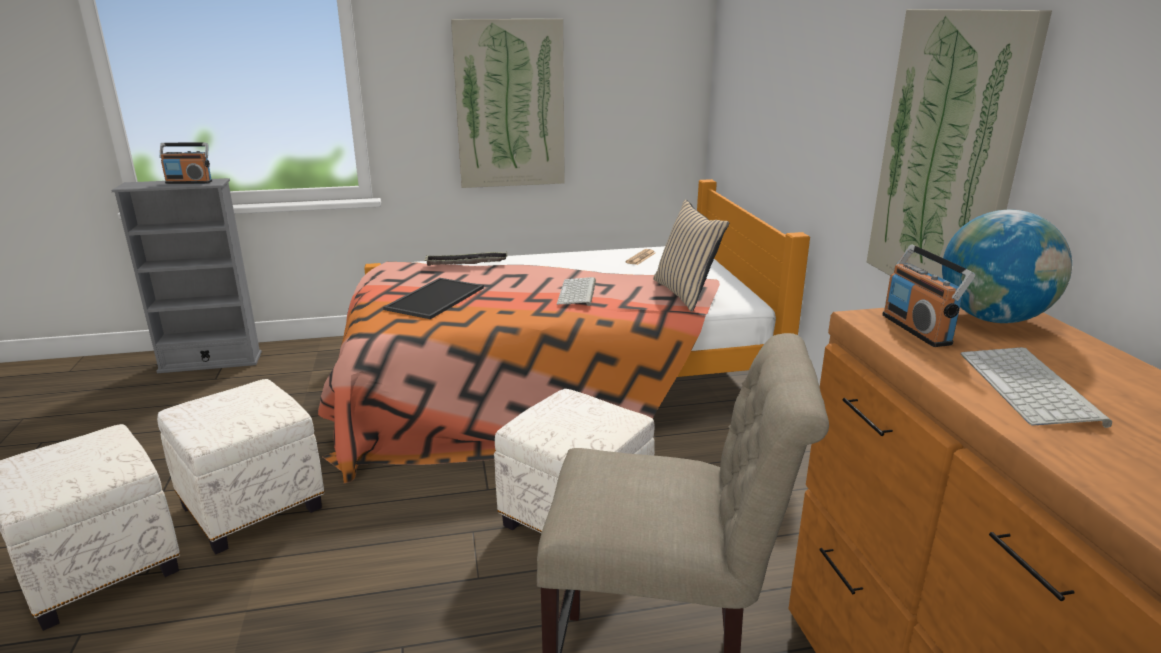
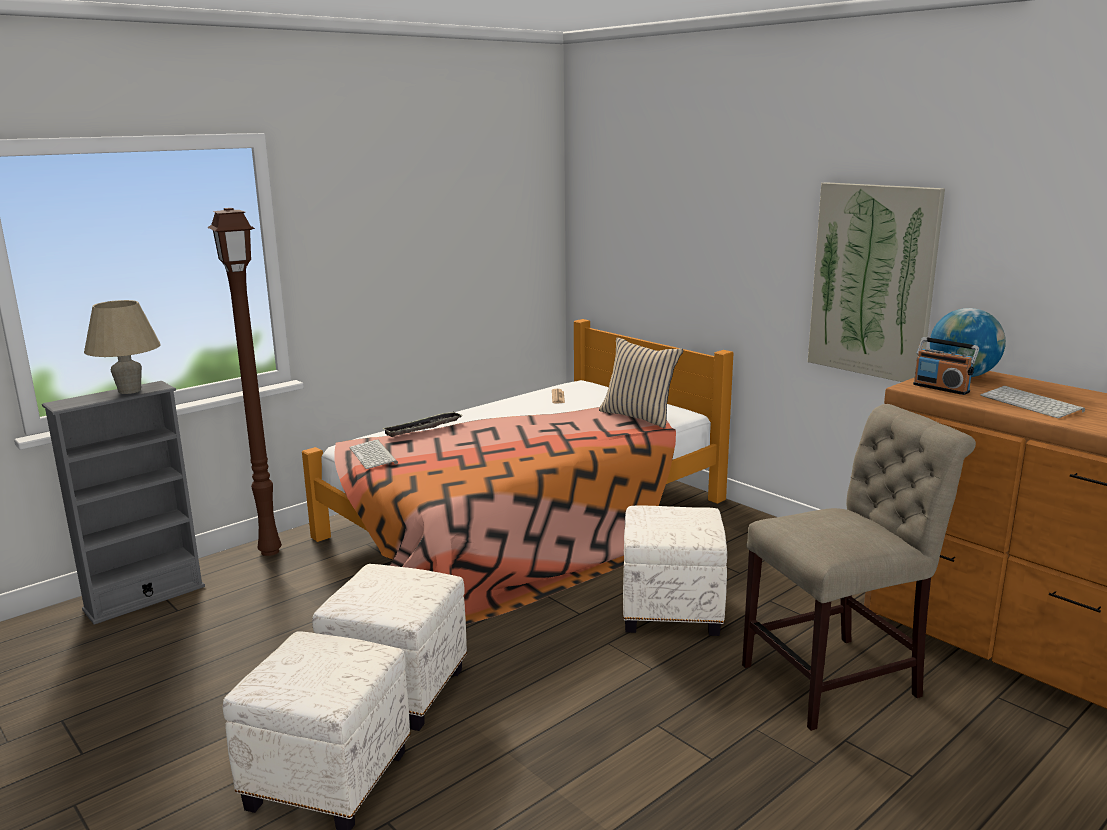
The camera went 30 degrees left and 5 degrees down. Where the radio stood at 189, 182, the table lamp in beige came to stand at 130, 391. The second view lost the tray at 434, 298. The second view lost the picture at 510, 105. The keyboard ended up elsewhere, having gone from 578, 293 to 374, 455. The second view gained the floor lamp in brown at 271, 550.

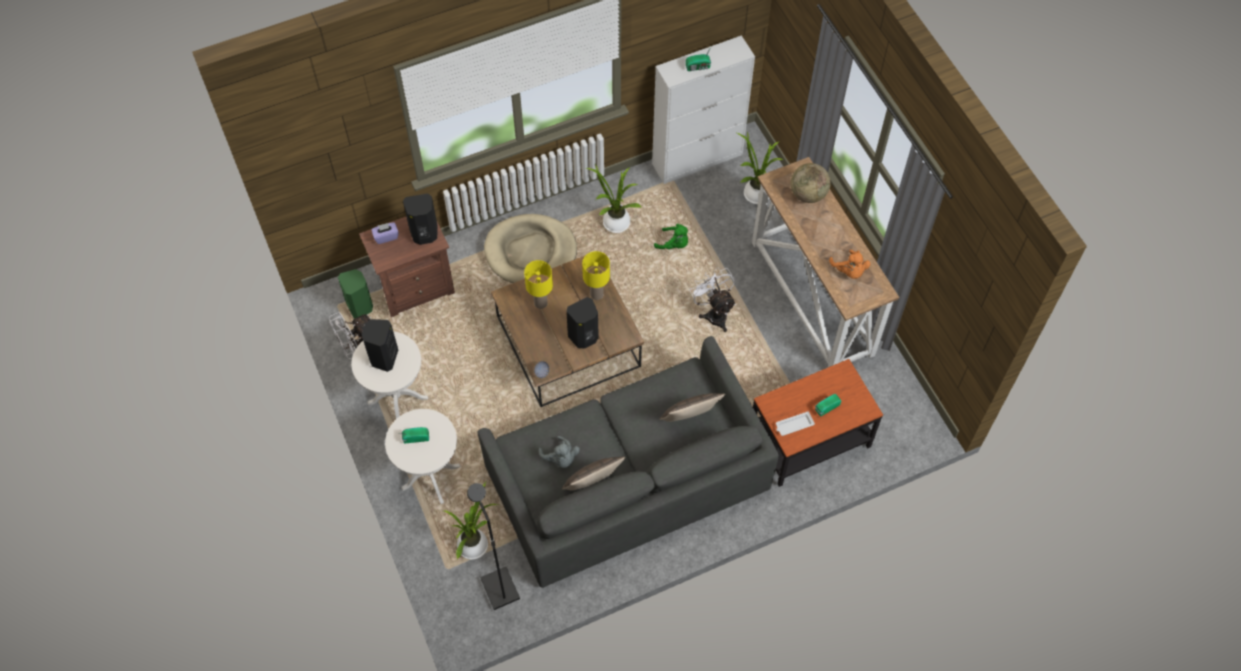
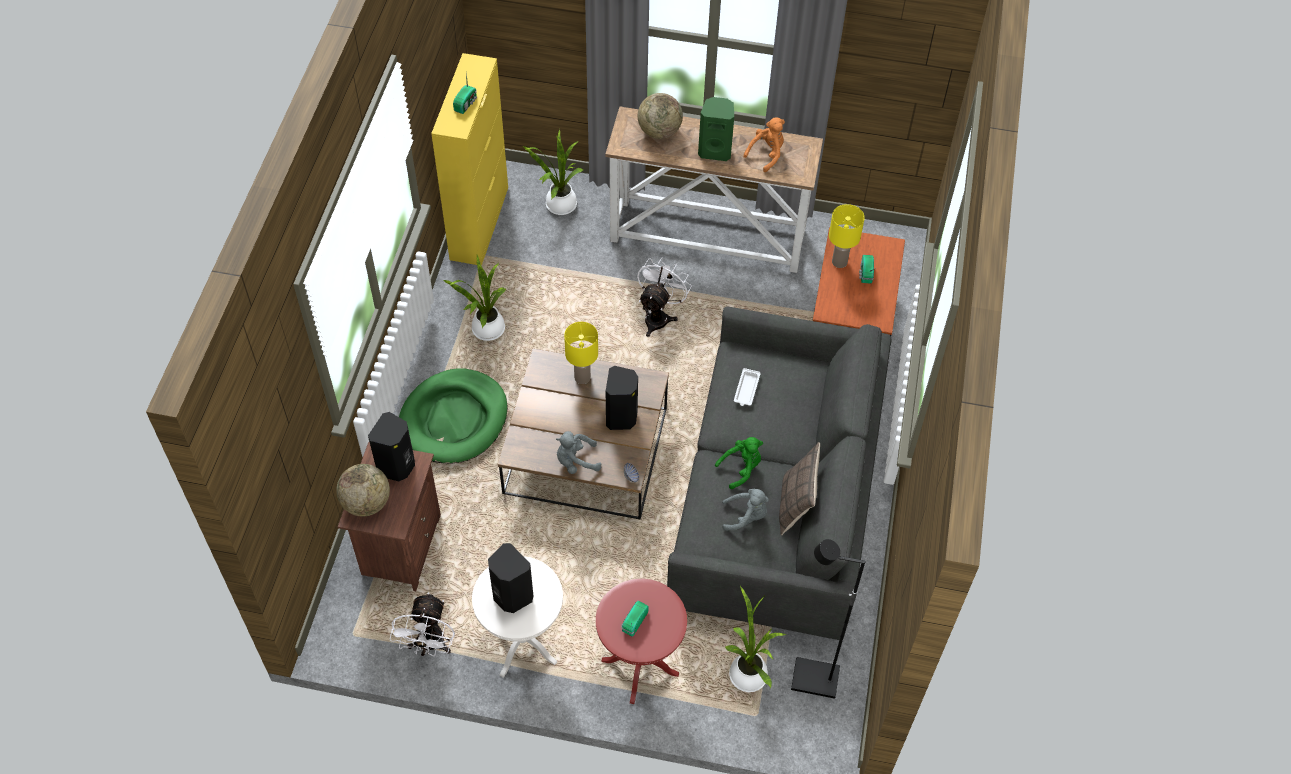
The camera went 55 degrees left and 5 degrees down. The speaker in green ended up elsewhere, having gone from 360, 306 to 715, 150. Where the tissue box in purple stood at 386, 236, the globe came to stand at 366, 503. What was the side table in white at 431, 477 turned into the side table in red at 640, 667. What was the dog bed in beige at 530, 252 turned into the dog bed in green at 454, 419. The table lamp in yellow ended up elsewhere, having gone from 540, 302 to 839, 262. What was the cabinet in white at 698, 159 turned into the cabinet in yellow at 479, 222. The plush toy in green ended up elsewhere, having gone from 674, 244 to 741, 468. The second view lost the pillow at 690, 418. The fan in white at 714, 313 ended up facing another way, 105 degrees clockwise from before. The tray in white ended up elsewhere, having gone from 793, 425 to 746, 389. The plush toy in orange at 849, 271 ended up facing another way, 60 degrees counterclockwise from before. The second view gained the plush toy in grey at 576, 461.

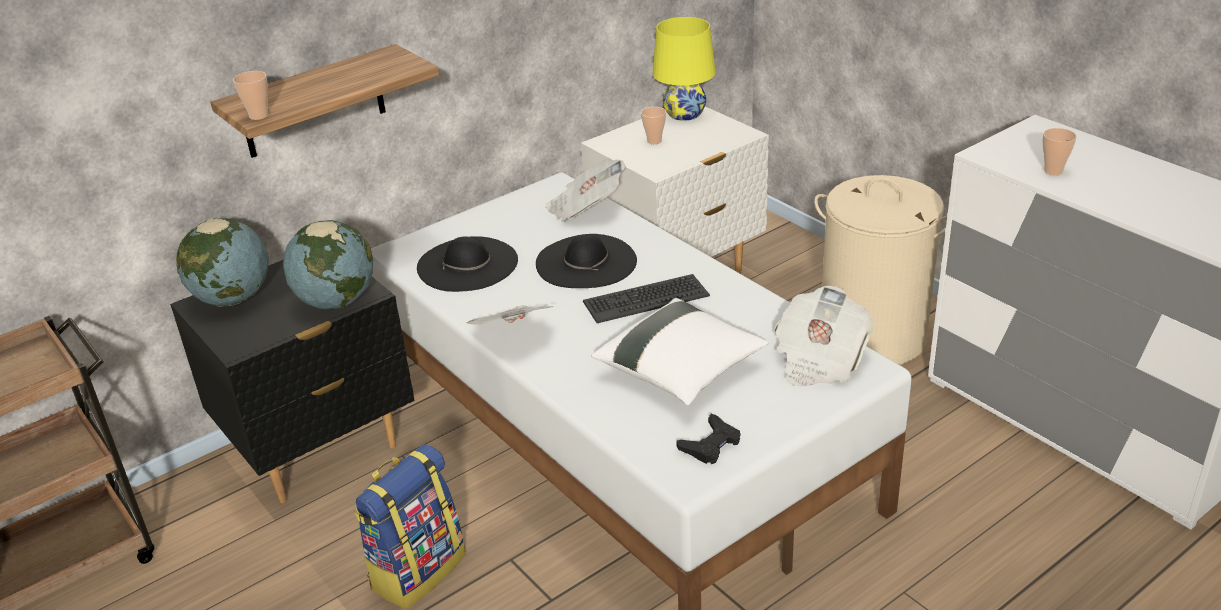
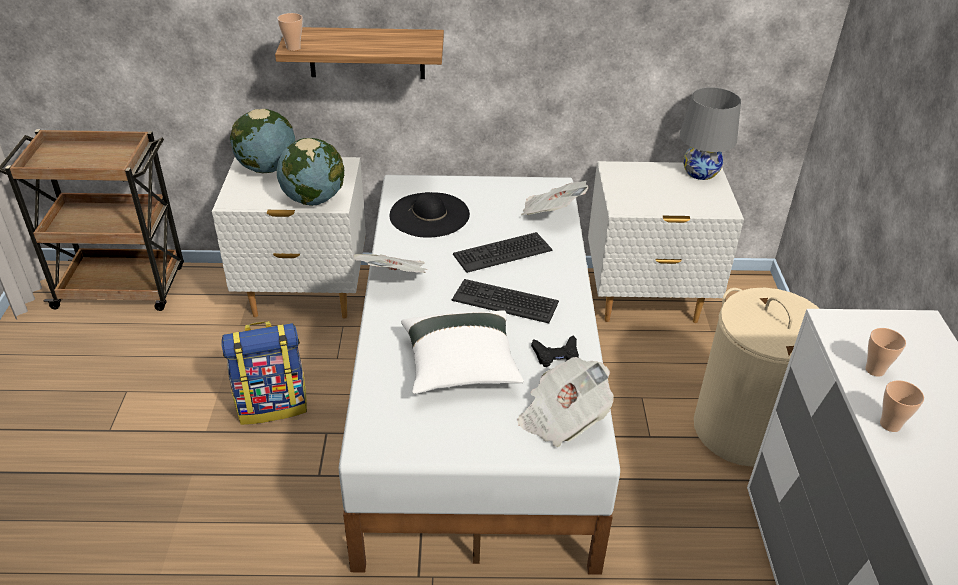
The camera went 35 degrees right and 5 degrees up. What was the nightstand in black at 320, 452 turned into the nightstand in white at 305, 297. Where the hat in black stood at 586, 262, the keyboard came to stand at 502, 252. The cup ended up elsewhere, having gone from 654, 141 to 890, 424. What was the table lamp in yellow at 684, 113 turned into the table lamp in grey at 700, 172. The game controller in black ended up elsewhere, having gone from 710, 445 to 556, 355.

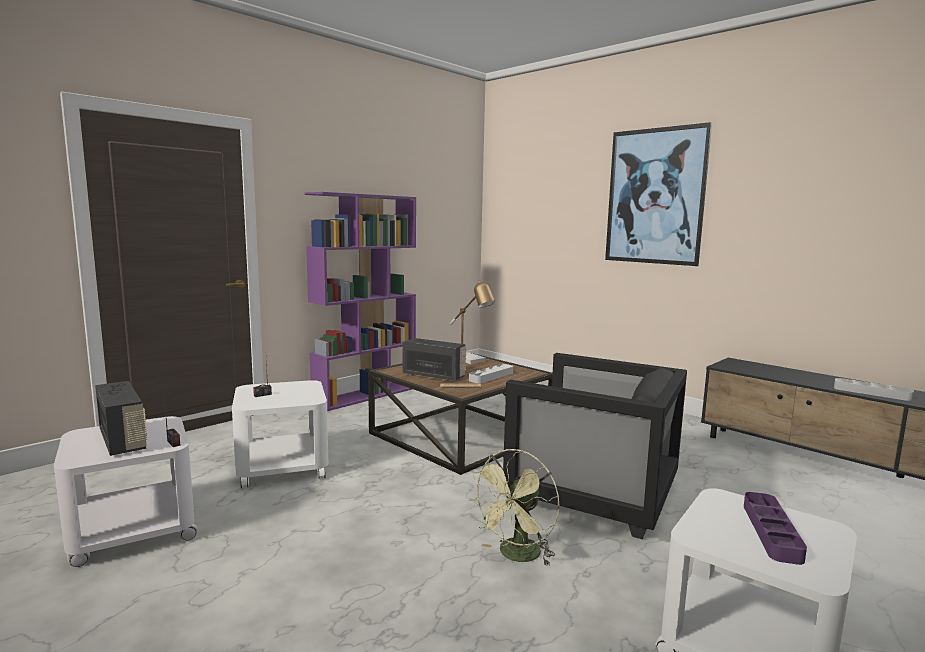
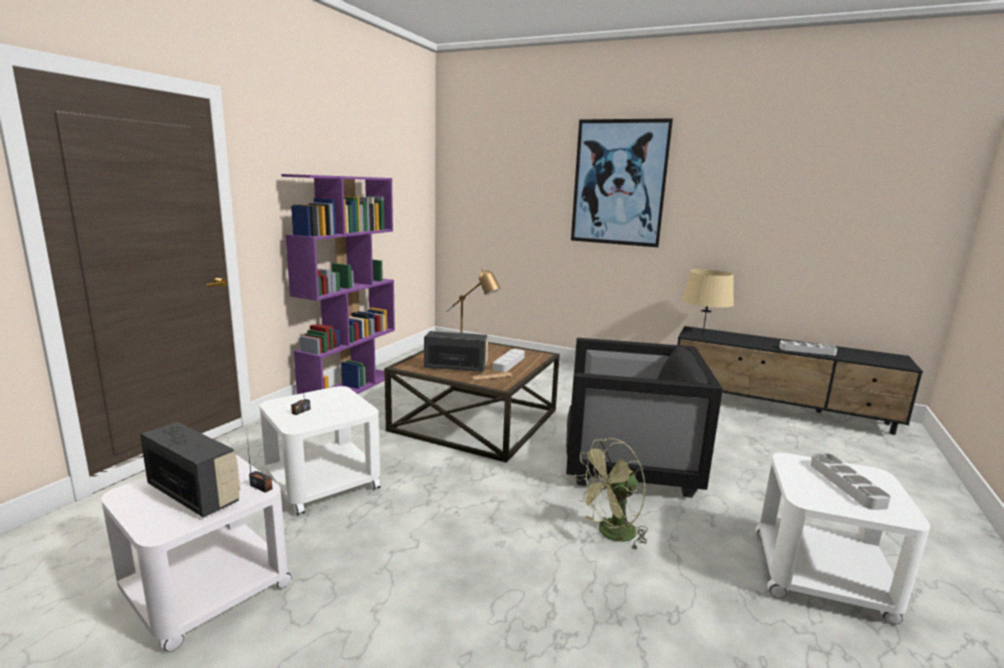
The camera went 20 degrees left and 5 degrees up. The fan in green at 516, 556 ended up facing another way, 45 degrees clockwise from before. What was the tray in purple at 771, 531 turned into the tray in grey at 846, 484. The second view gained the table lamp in beige at 703, 333.

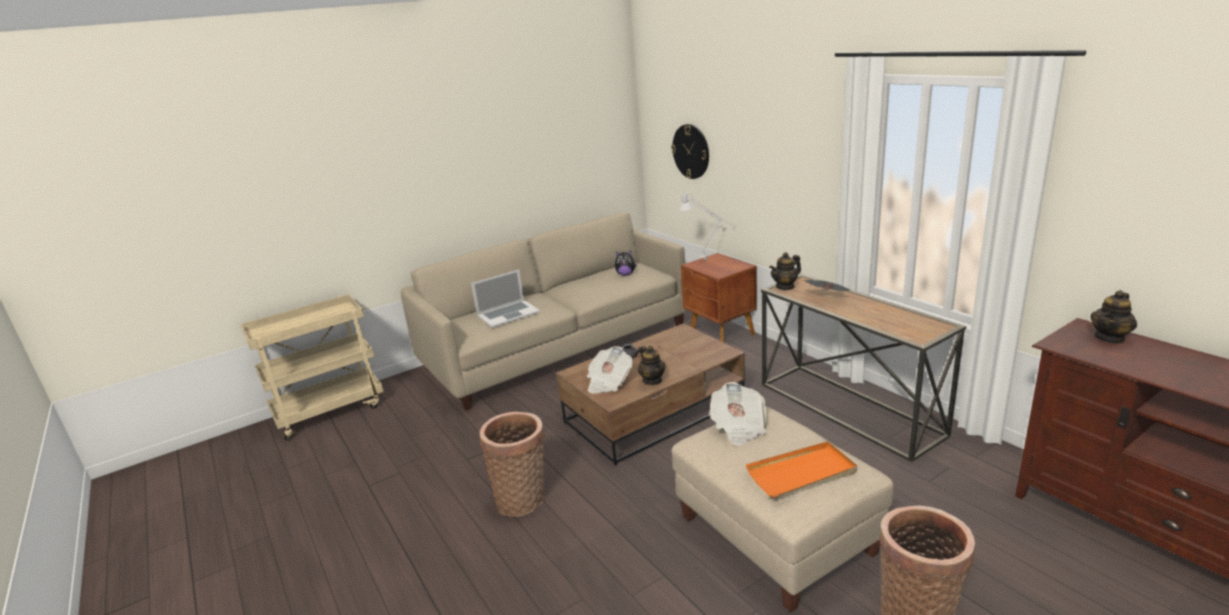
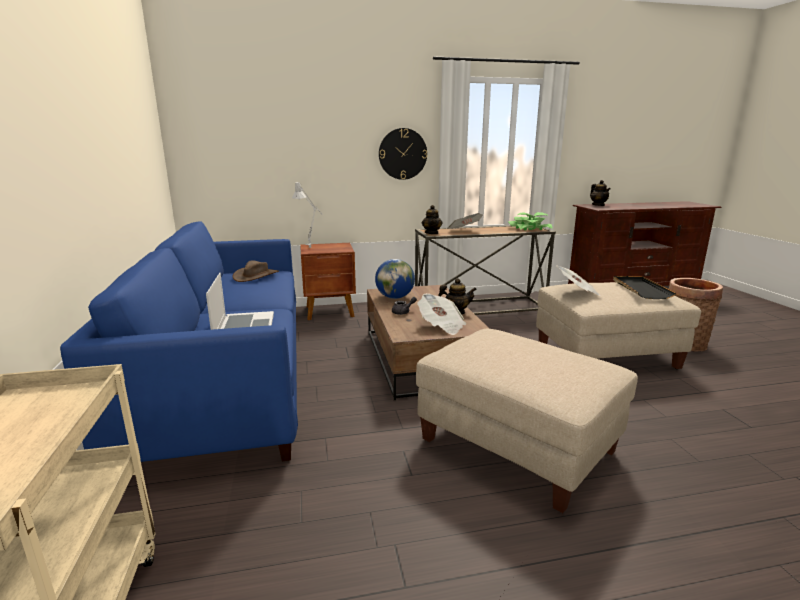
The camera went 70 degrees left and 5 degrees down. What was the sofa in beige at 557, 346 turned into the sofa in blue at 227, 376. Where the basket stood at 523, 499, the ottoman in beige came to stand at 516, 446. Where the plush toy stood at 625, 274, the hat in brown came to stand at 256, 276. The wall clock ended up elsewhere, having gone from 691, 151 to 402, 154. What was the tray in orange at 802, 473 turned into the tray in black at 640, 289. The second view gained the globe at 395, 297. The second view gained the potted plant at 529, 229.

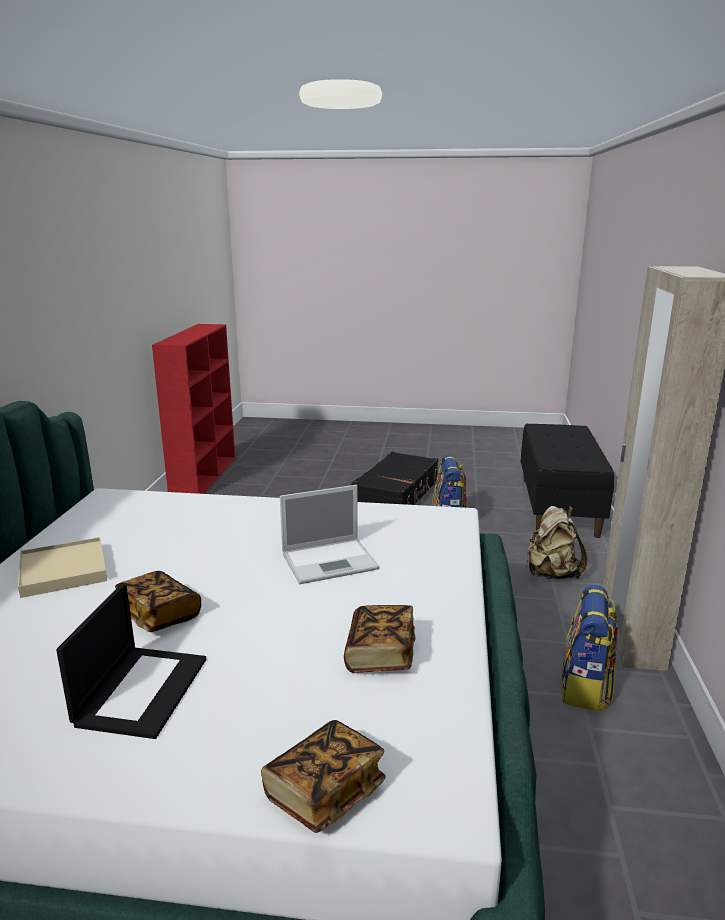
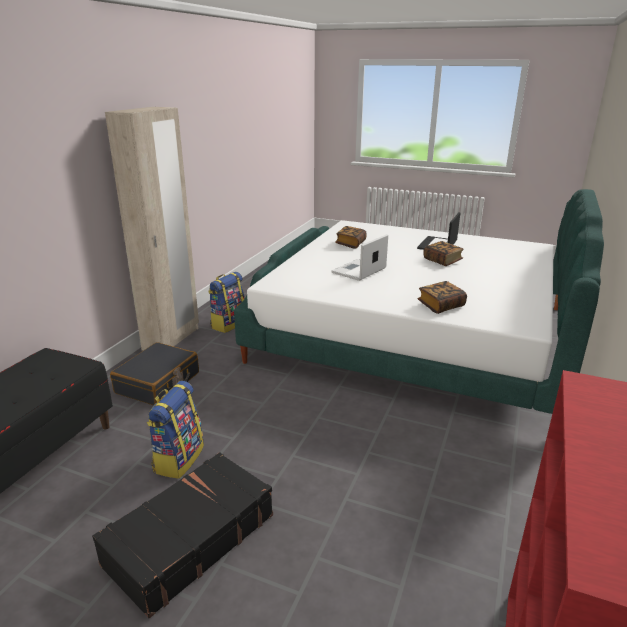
The camera went 165 degrees left and 5 degrees up. The second view lost the tray in beige at 63, 571. The book ended up elsewhere, having gone from 324, 792 to 441, 306. The laptop at 331, 561 ended up facing another way, 45 degrees counterclockwise from before. Where the backpack in beige stood at 551, 574, the suitcase in black came to stand at 158, 383.

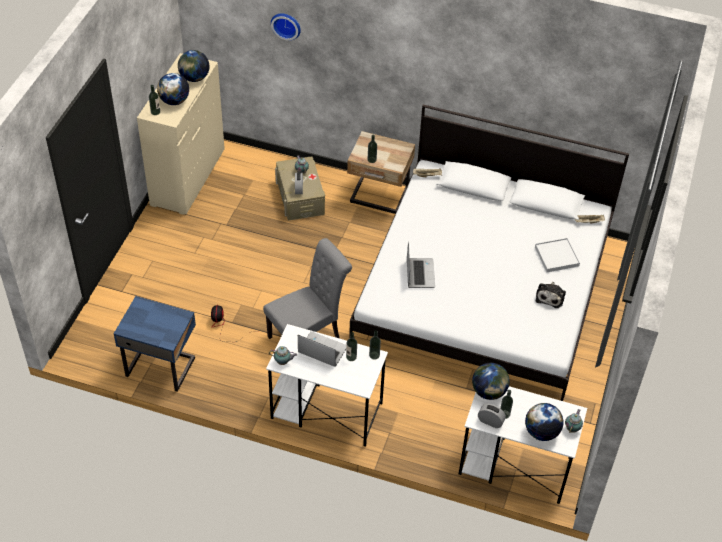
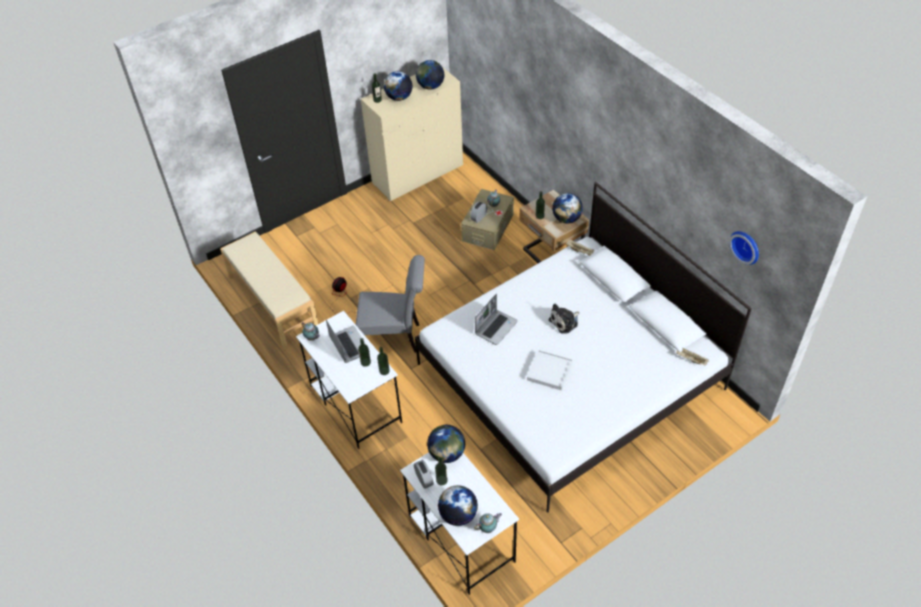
The camera went 40 degrees right and 0 degrees up. Where the nightstand in blue stood at 161, 365, the bench in beige came to stand at 272, 303. The wall clock ended up elsewhere, having gone from 286, 25 to 746, 246. The tray in white ended up elsewhere, having gone from 556, 256 to 549, 371. The plush toy ended up elsewhere, having gone from 550, 297 to 565, 322. The second view gained the globe at 566, 219.

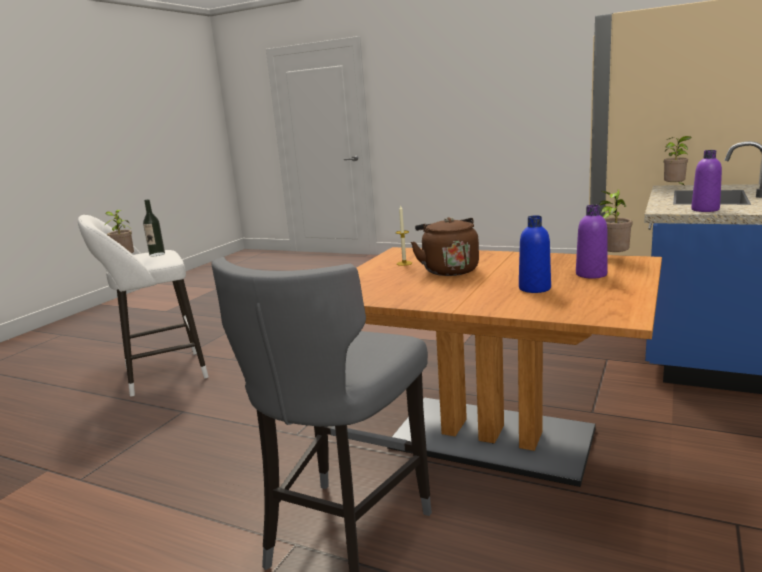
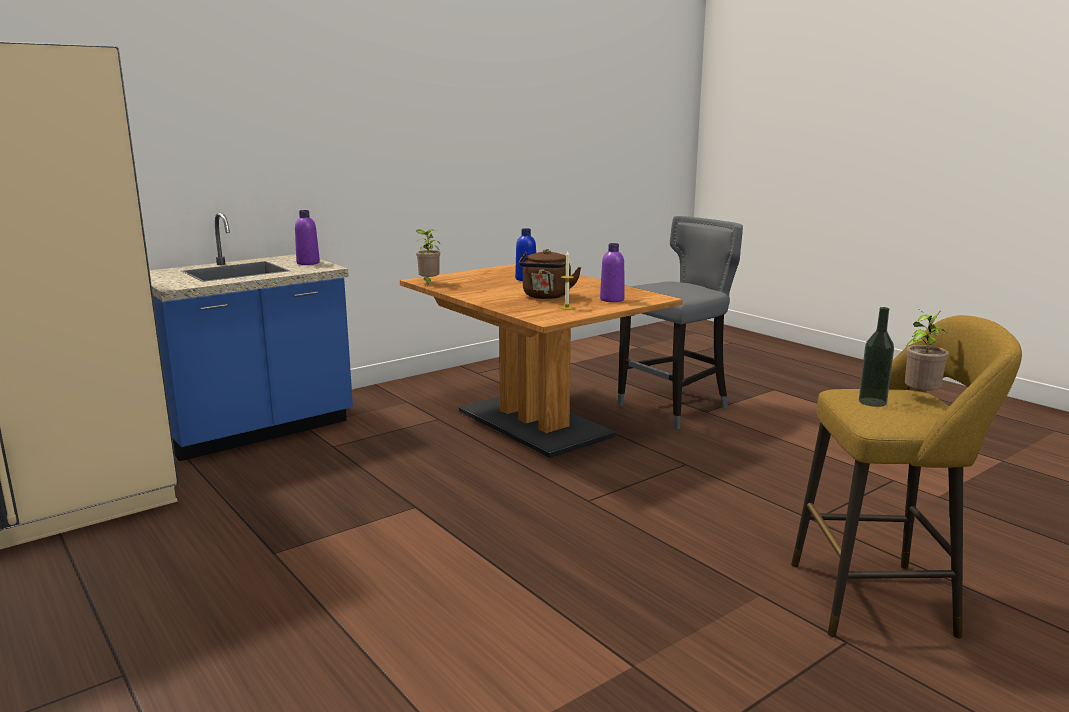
The camera went 155 degrees left and 0 degrees up. What was the stool in white at 159, 374 turned into the stool in yellow at 881, 598. The bottle in purple ended up elsewhere, having gone from 591, 274 to 612, 300. The second view lost the potted plant at 675, 188.

